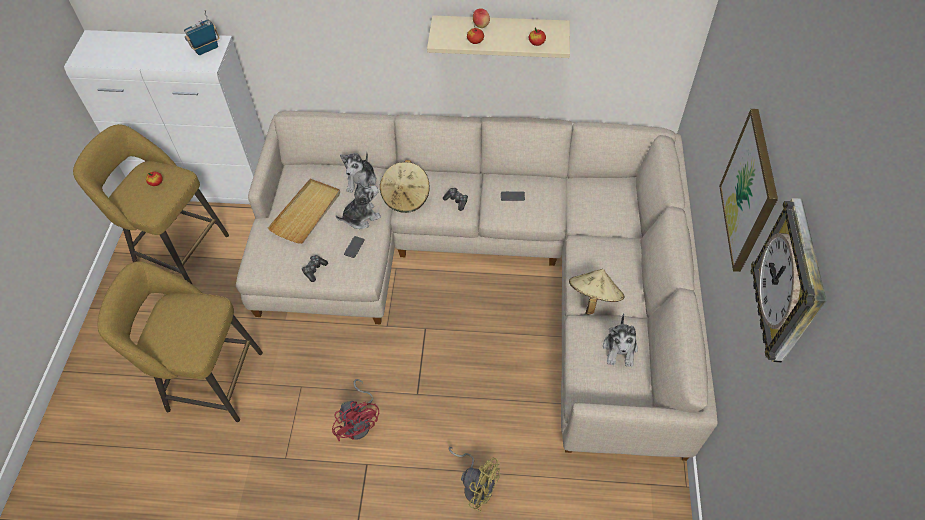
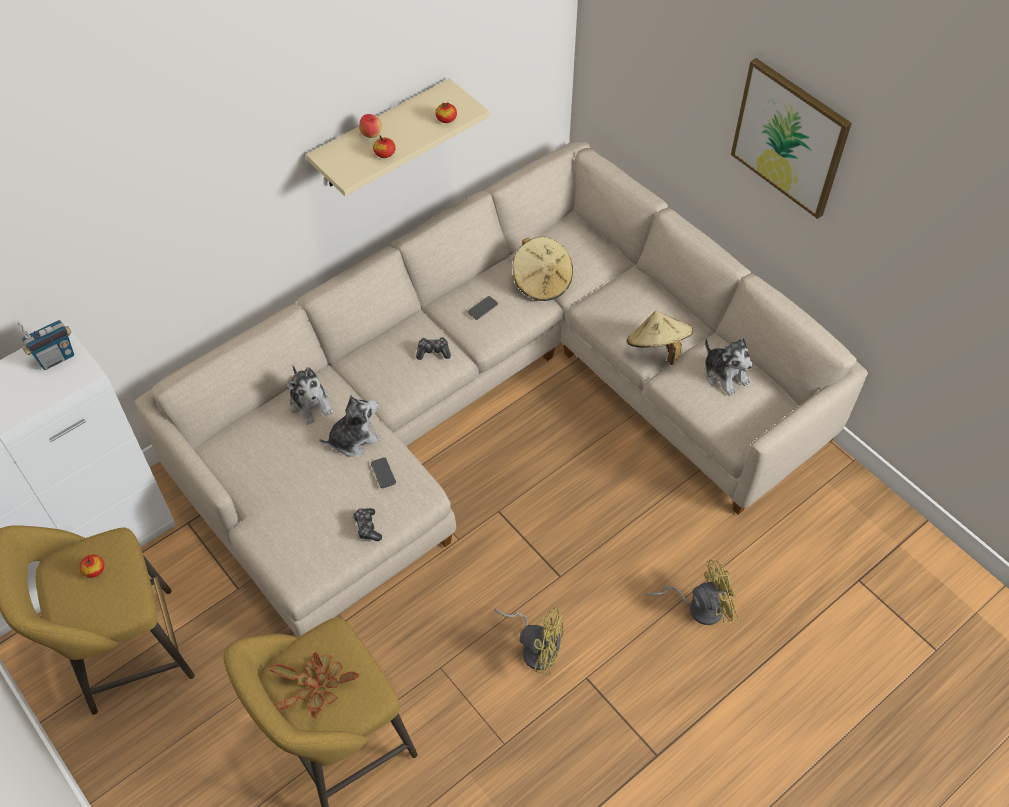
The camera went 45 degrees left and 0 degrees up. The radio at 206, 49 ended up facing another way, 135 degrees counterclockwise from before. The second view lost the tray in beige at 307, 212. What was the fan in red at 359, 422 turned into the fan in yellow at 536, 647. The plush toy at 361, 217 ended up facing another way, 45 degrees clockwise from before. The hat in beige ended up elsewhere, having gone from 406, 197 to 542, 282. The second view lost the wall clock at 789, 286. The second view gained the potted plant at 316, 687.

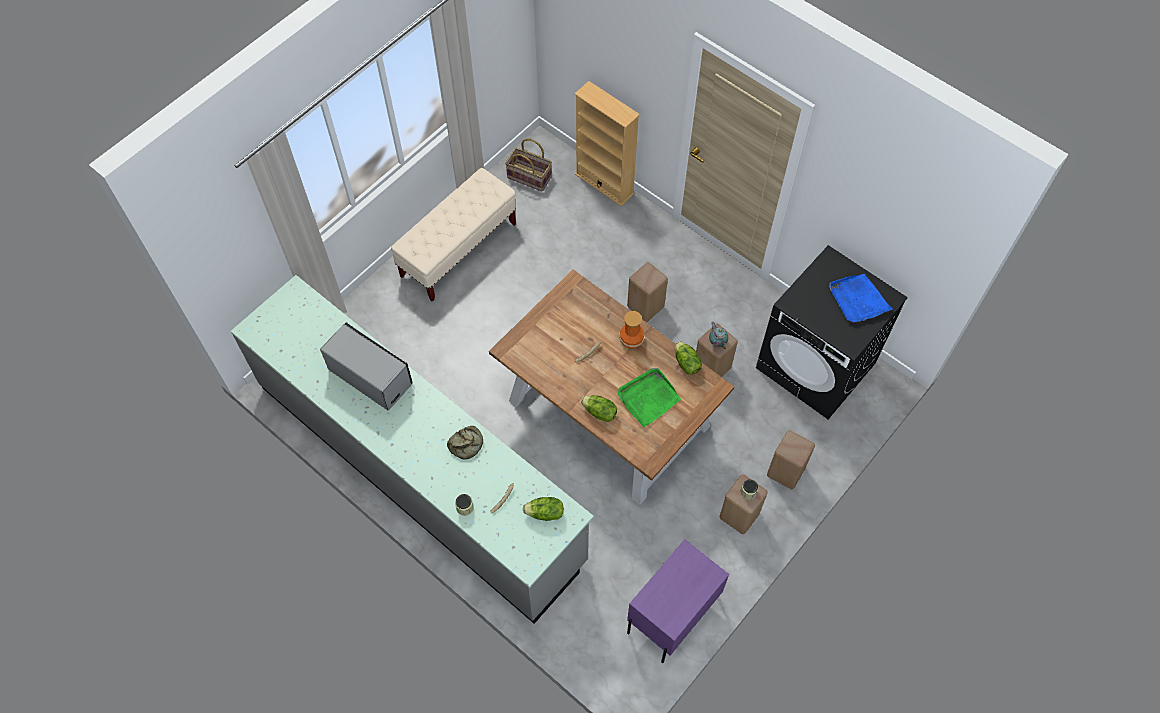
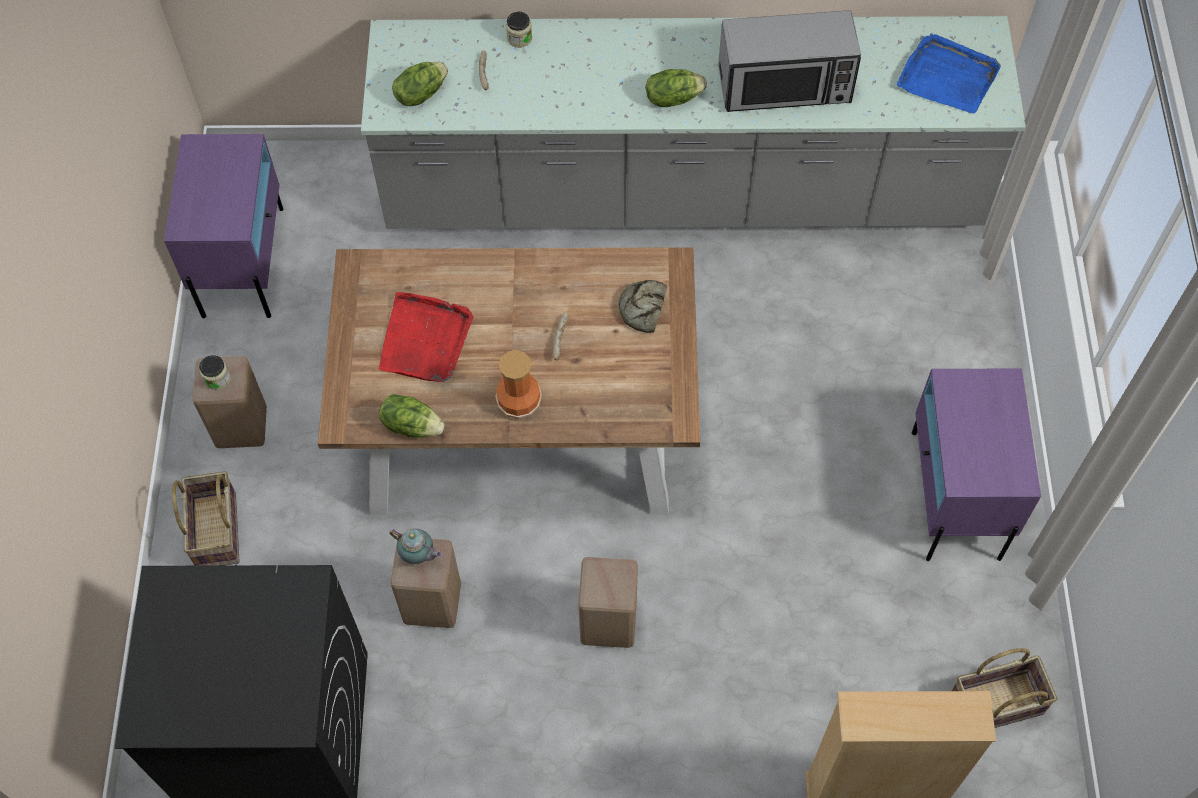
The camera went 140 degrees right and 0 degrees up. Where the bench in beige stood at 459, 250, the nightstand in purple came to stand at 955, 495. The bread ended up elsewhere, having gone from 467, 444 to 643, 308. The lettuce ended up elsewhere, having gone from 599, 413 to 673, 98. What was the tray in green at 648, 398 turned into the tray in red at 425, 340. Where the stool in beige stood at 785, 471, the basket came to stand at 218, 531. The tray in blue ended up elsewhere, having gone from 858, 300 to 947, 77.

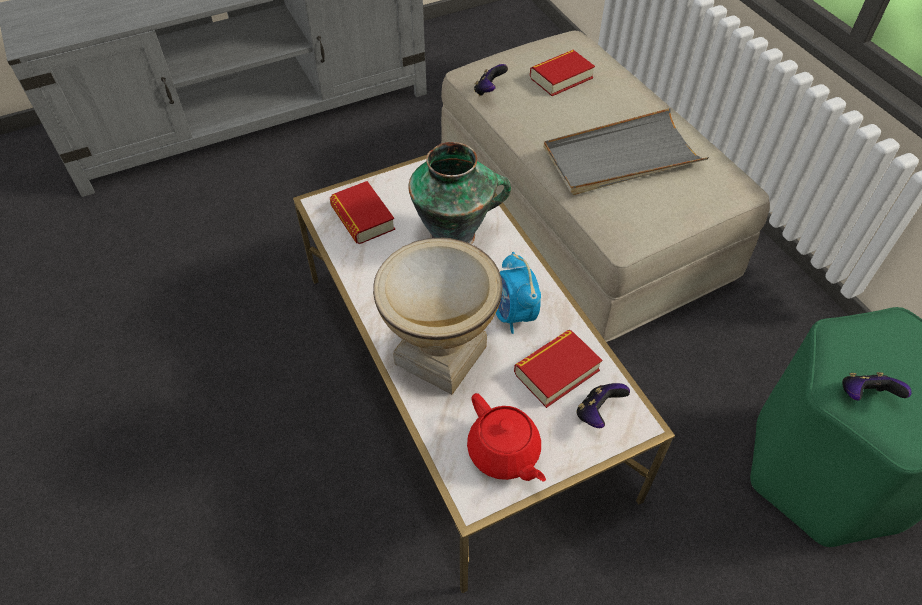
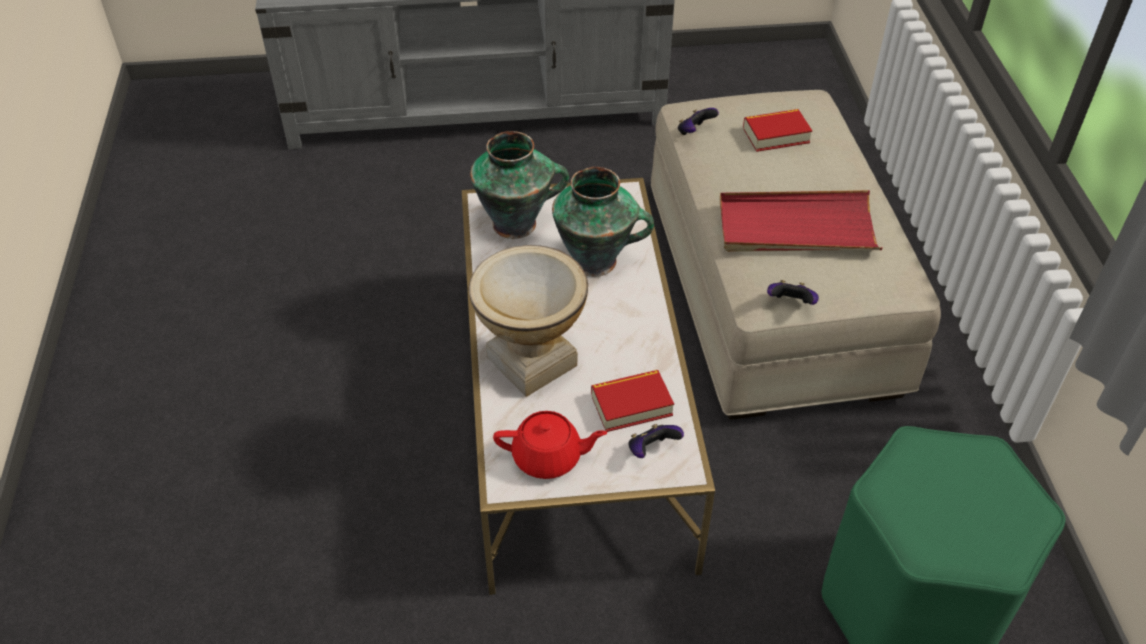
The camera went 20 degrees right and 5 degrees down. Where the book stood at 362, 218, the vase came to stand at 517, 224. The teapot in red at 504, 453 ended up facing another way, 75 degrees counterclockwise from before. The second view lost the alarm clock at 513, 314. What was the tray in grey at 621, 157 turned into the tray in red at 796, 228. The game controller ended up elsewhere, having gone from 864, 396 to 790, 304.

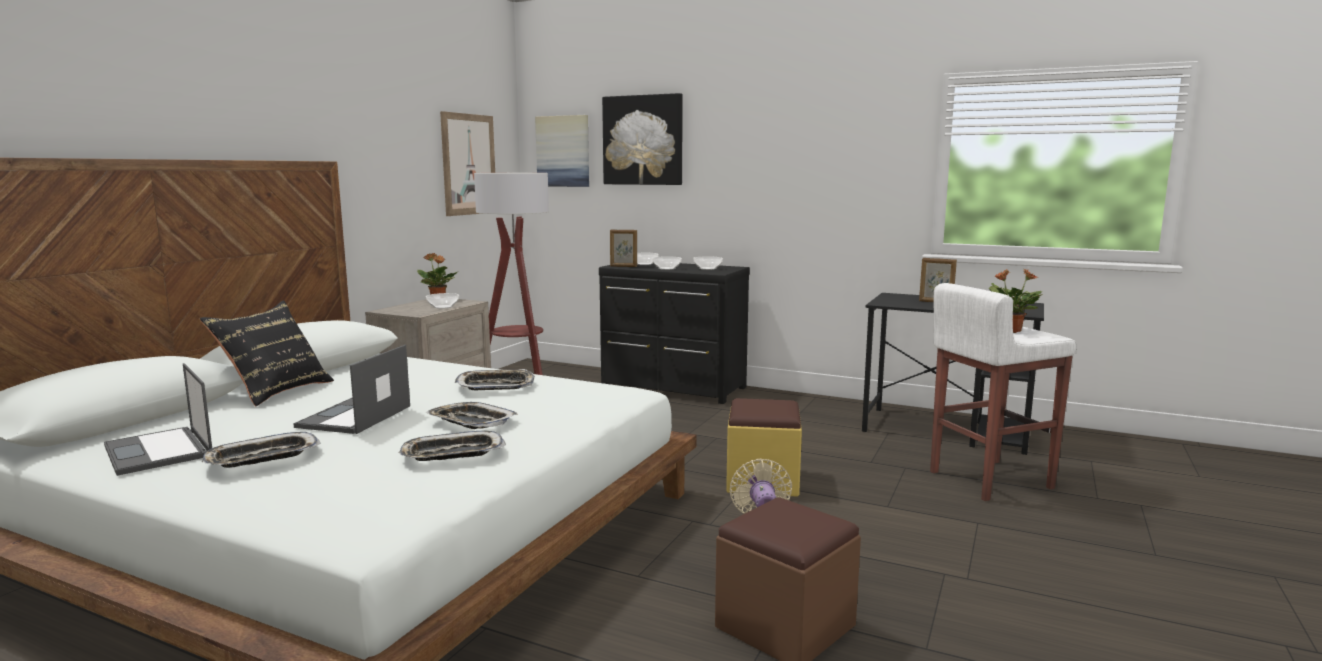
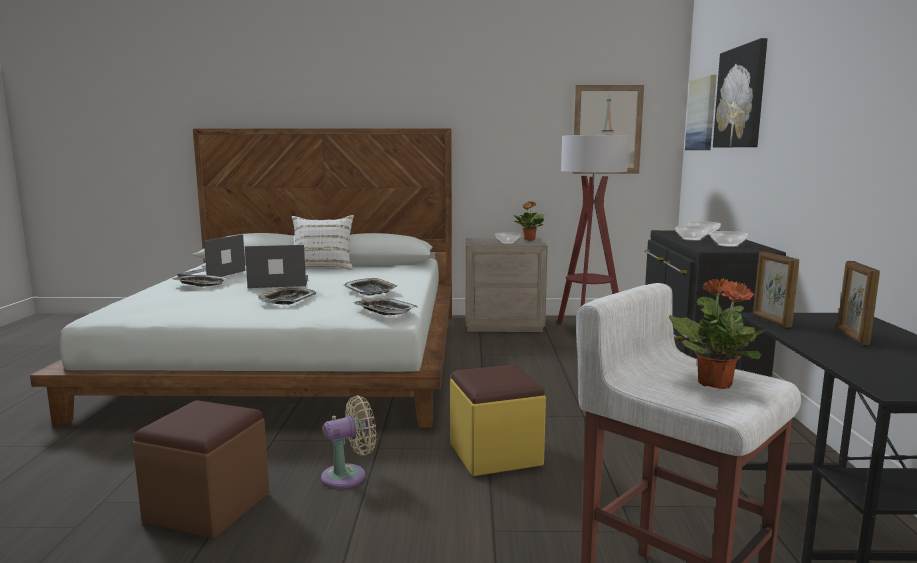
The camera went 65 degrees right and 0 degrees up. What was the pillow in black at 275, 391 turned into the pillow in white at 323, 267. The tray ended up elsewhere, having gone from 452, 454 to 384, 311. The picture frame ended up elsewhere, having gone from 623, 266 to 771, 321.

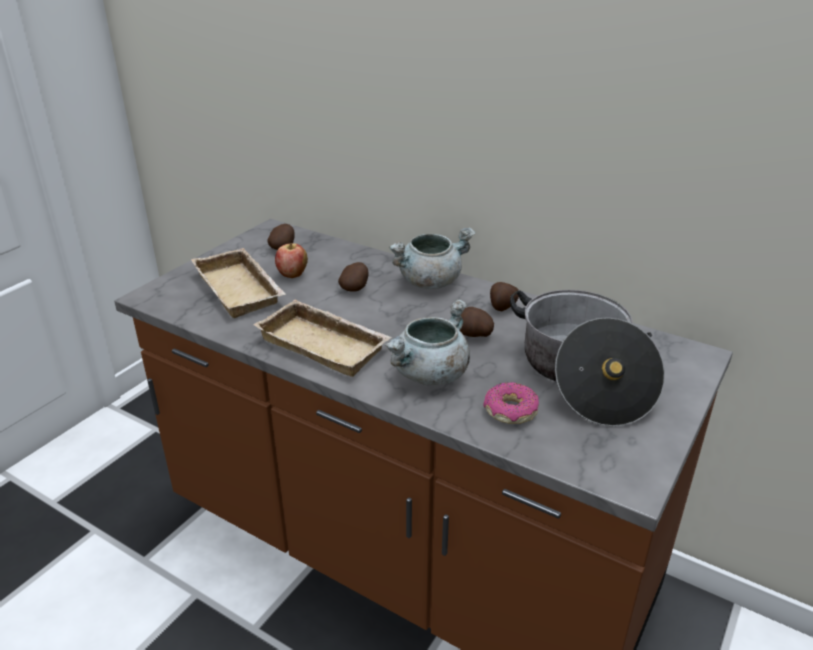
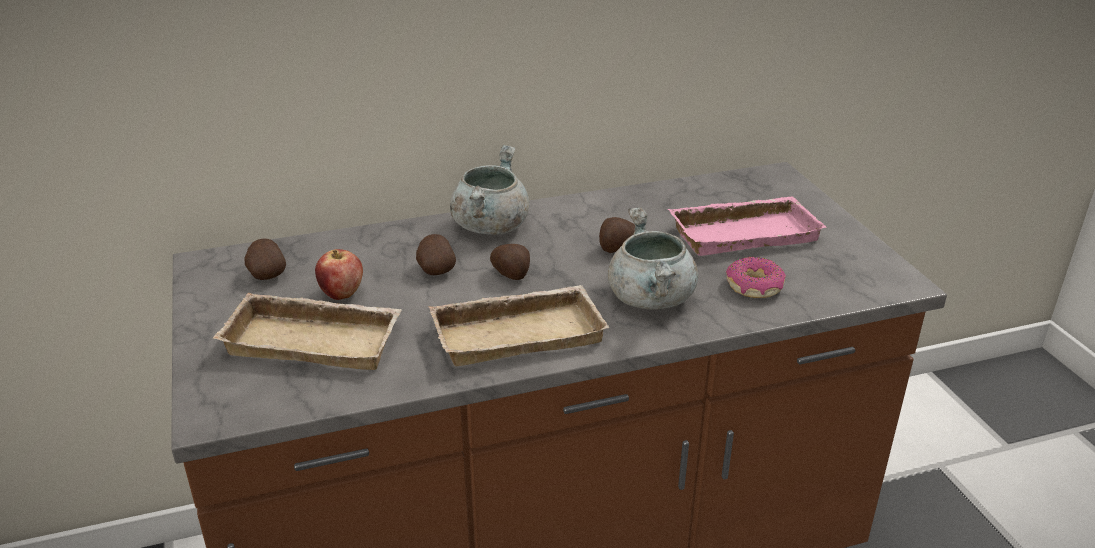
The camera went 50 degrees left and 0 degrees up. The potato ended up elsewhere, having gone from 502, 307 to 512, 274. Where the cooking pot stood at 582, 376, the tray in pink came to stand at 744, 232.

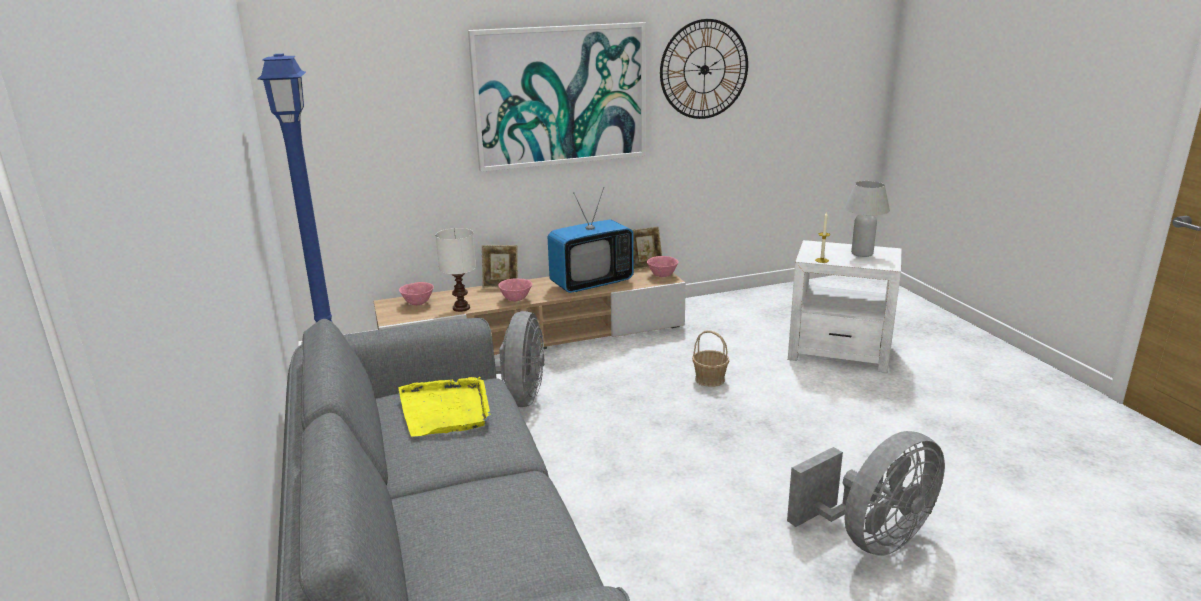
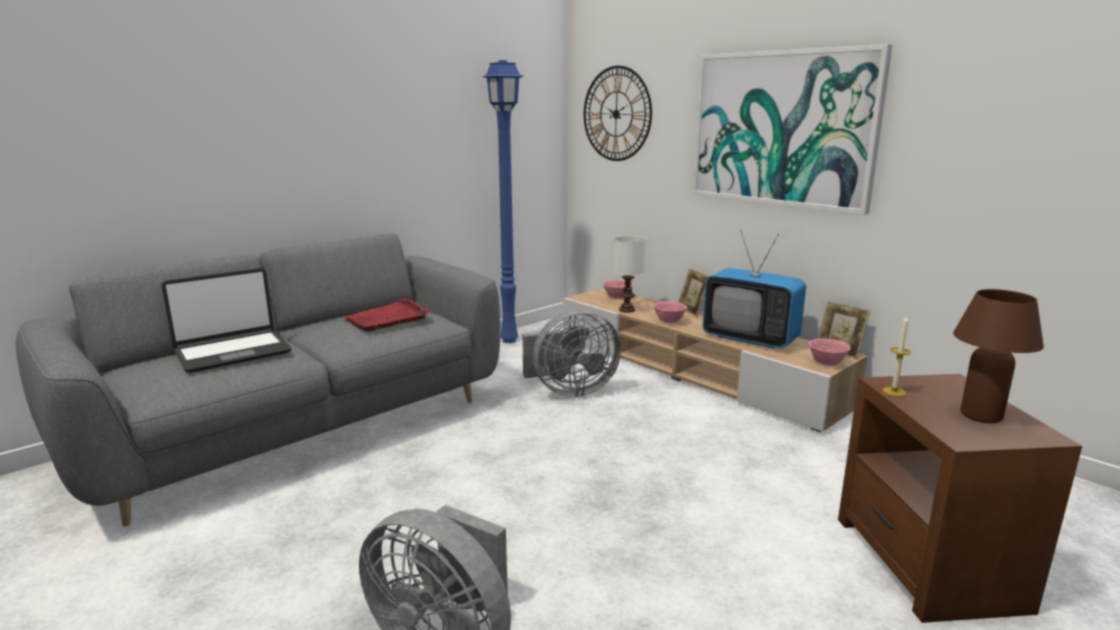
The camera went 65 degrees right and 5 degrees down. What was the tray in yellow at 445, 410 turned into the tray in red at 387, 318. The wall clock ended up elsewhere, having gone from 704, 69 to 616, 114. The second view lost the basket at 709, 379. What was the side table in white at 840, 352 turned into the side table in brown at 927, 563. What was the table lamp in white at 862, 253 turned into the table lamp in brown at 981, 416. The second view gained the laptop at 232, 352.

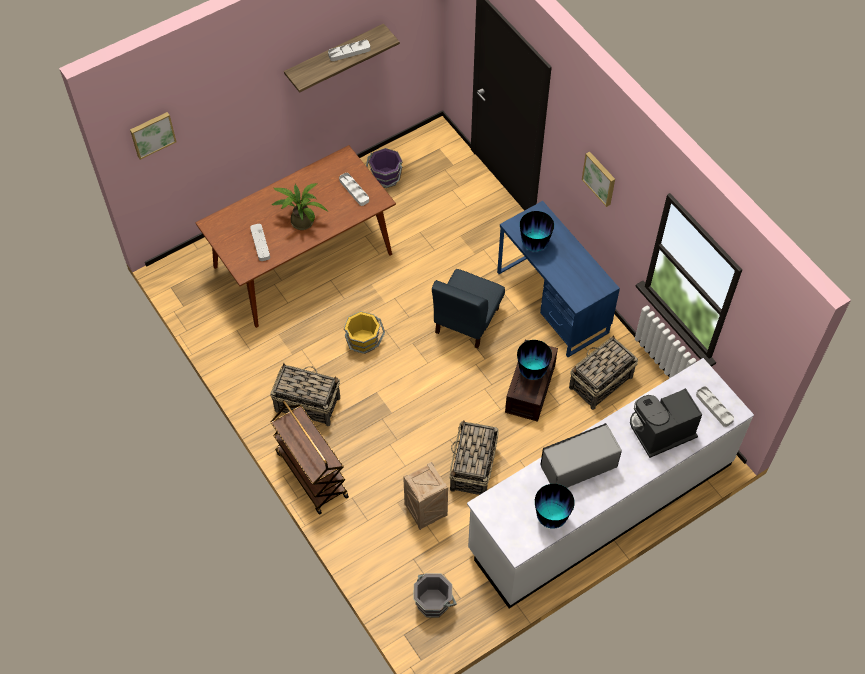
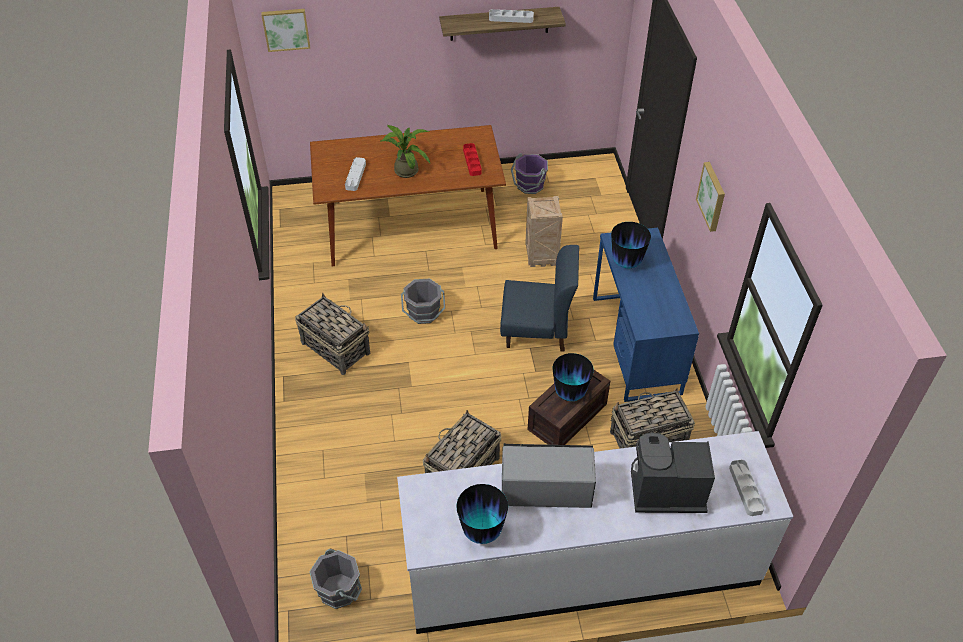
The camera went 25 degrees right and 10 degrees down. The second view lost the cart in brown at 311, 474. What was the tray in white at 354, 190 turned into the tray in red at 472, 161. What was the bucket in yellow at 363, 341 turned into the bucket in grey at 424, 313. The crate ended up elsewhere, having gone from 426, 511 to 542, 257. The chair in blue at 466, 320 ended up facing another way, 135 degrees counterclockwise from before.

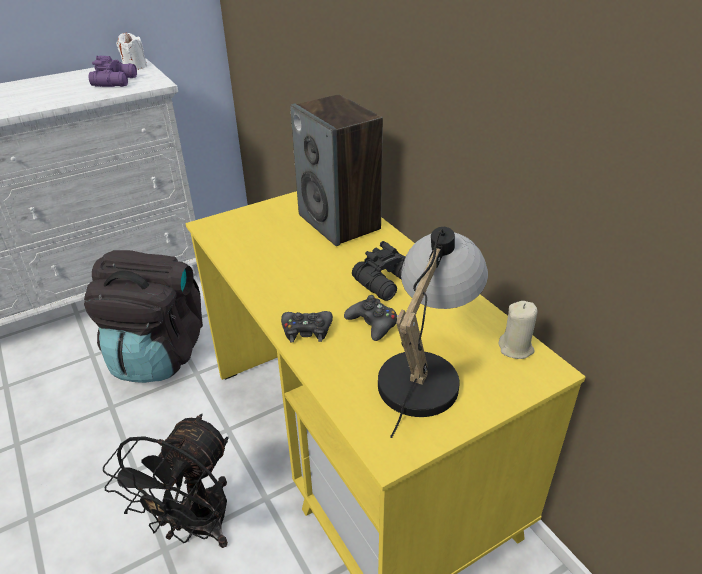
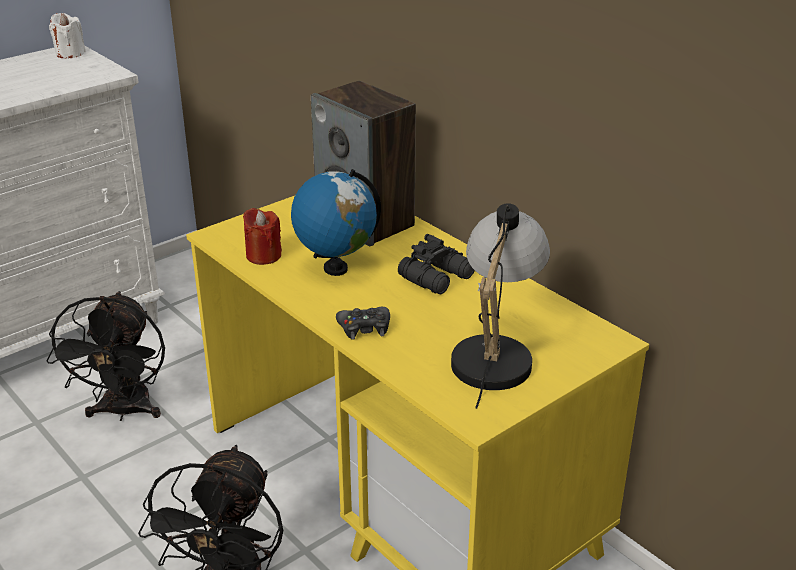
The camera went 10 degrees left and 5 degrees down. Where the backpack in black stood at 158, 353, the fan in black came to stand at 124, 412. The second view lost the binoculars in purple at 116, 81. The second view lost the game controller in black at 372, 323. The second view lost the candle in beige at 516, 348. The second view gained the candle in red at 263, 256. The second view gained the globe at 335, 268.

